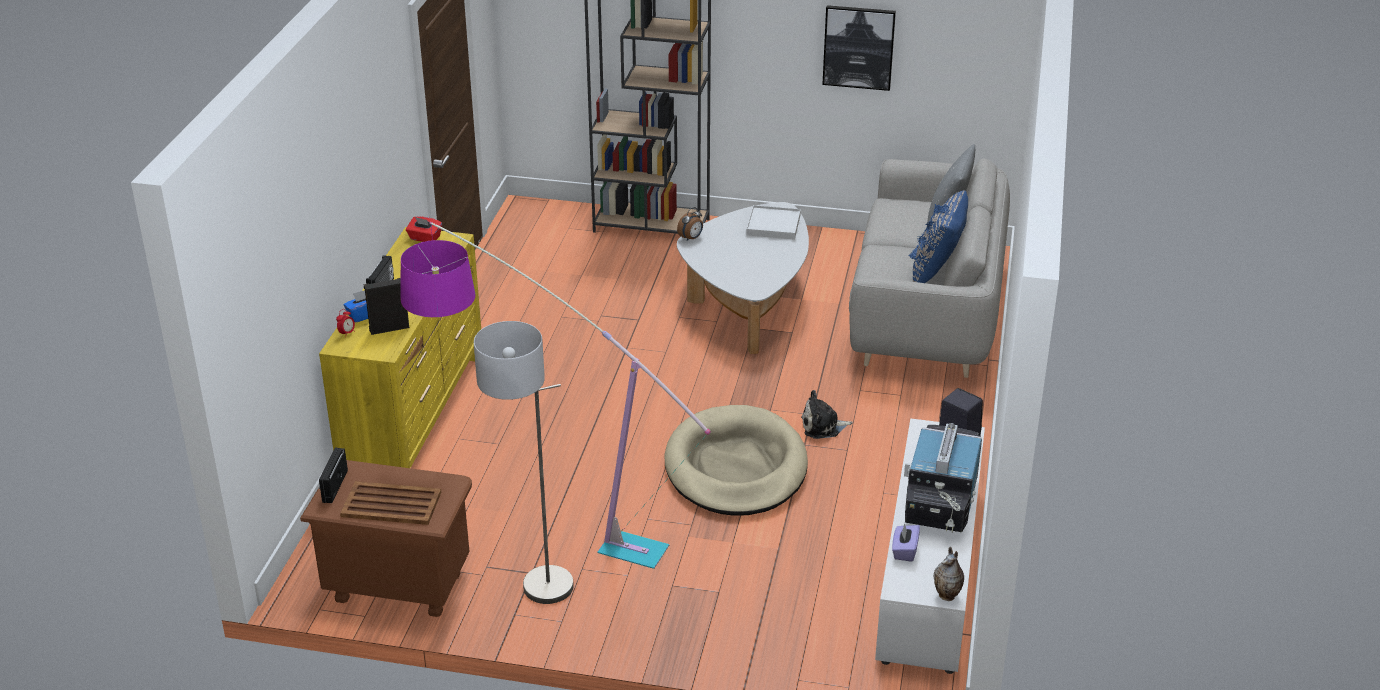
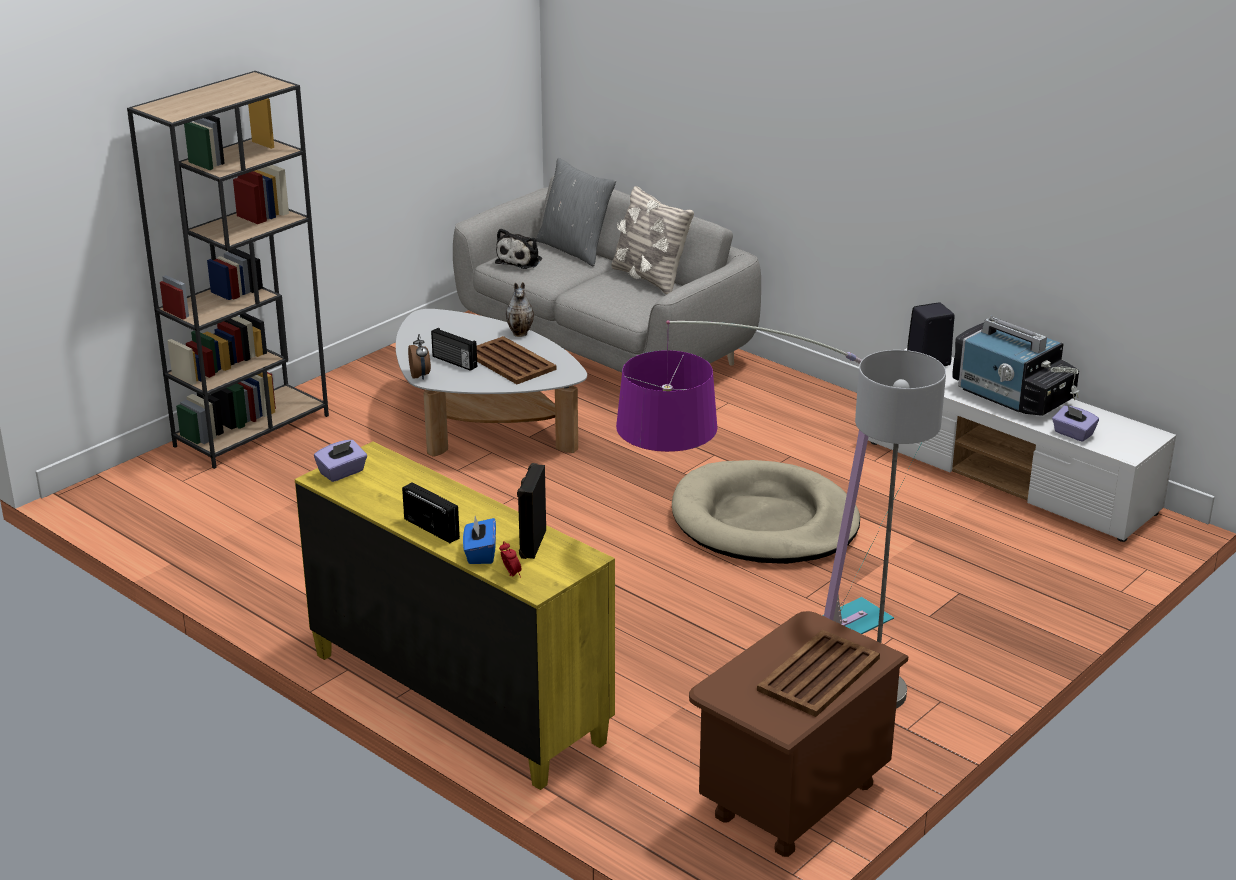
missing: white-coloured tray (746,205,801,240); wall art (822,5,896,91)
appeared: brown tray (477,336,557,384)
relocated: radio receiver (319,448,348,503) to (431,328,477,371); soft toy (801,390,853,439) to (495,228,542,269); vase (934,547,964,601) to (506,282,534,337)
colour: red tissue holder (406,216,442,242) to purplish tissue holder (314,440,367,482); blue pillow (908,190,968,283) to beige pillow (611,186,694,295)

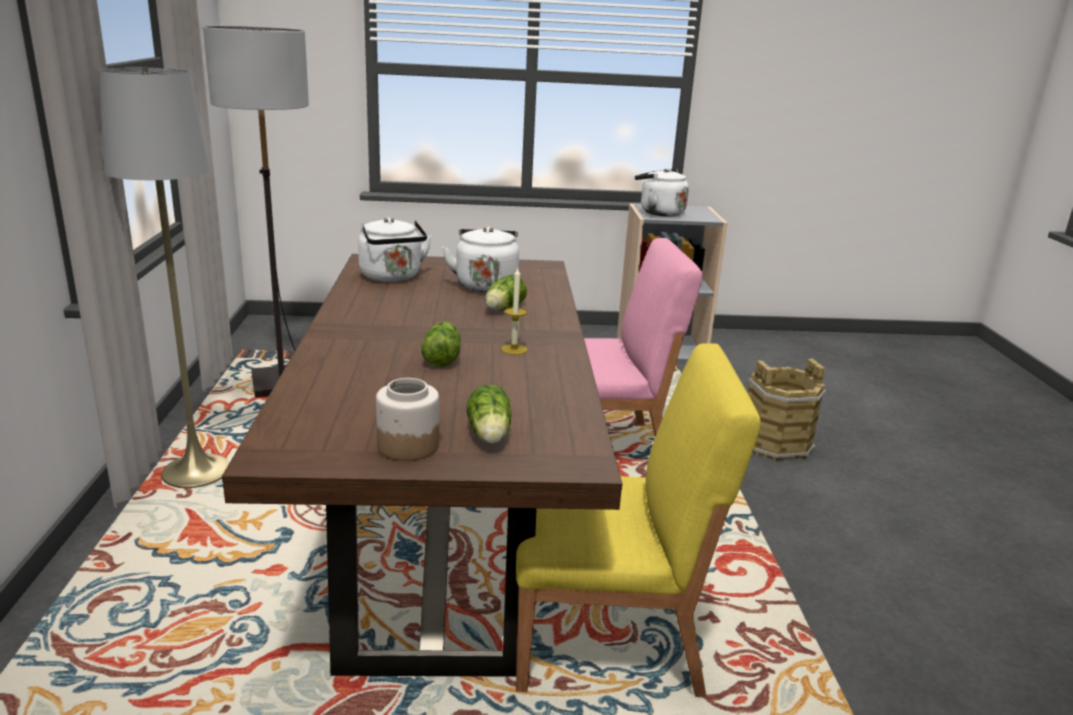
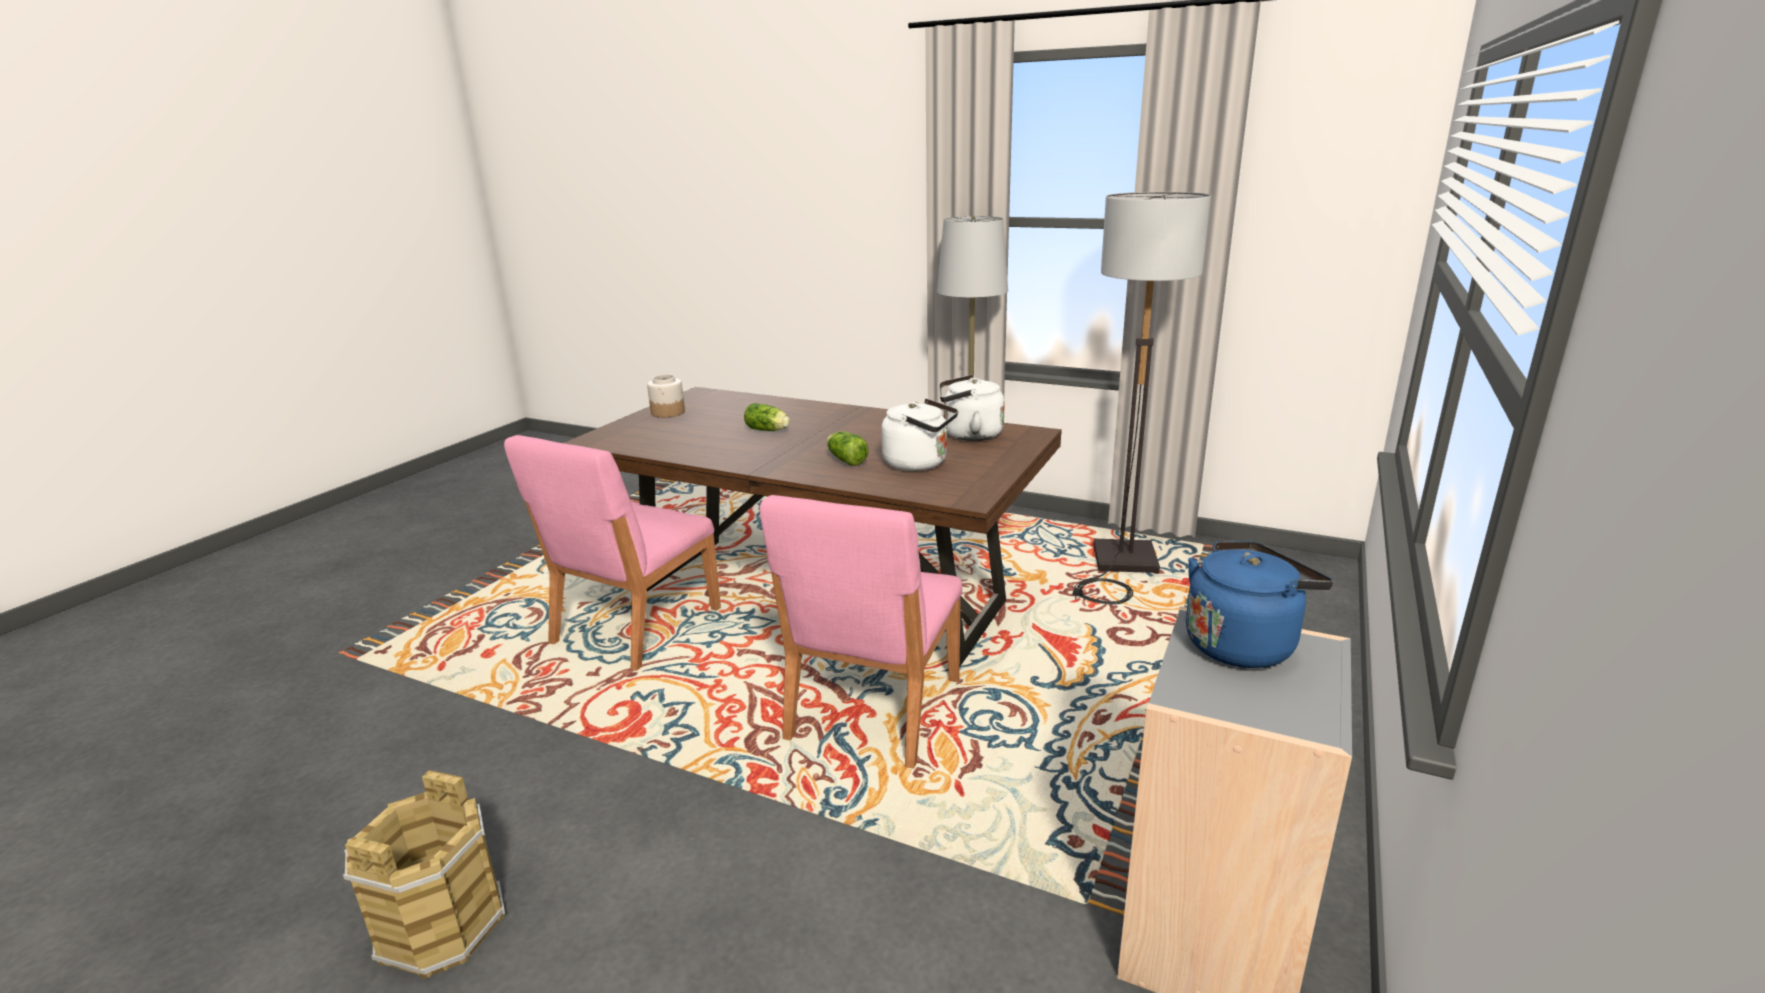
missing: head of lettuce (467,385,512,444); candle (501,268,527,355)
relocated: brown pail (748,359,826,461) to (343,770,505,979)
colour: yellow chair (516,343,761,697) to pinkish chair (504,435,721,671); white-coloured tea kettle (635,168,689,217) to blue tea kettle (1186,541,1333,668)

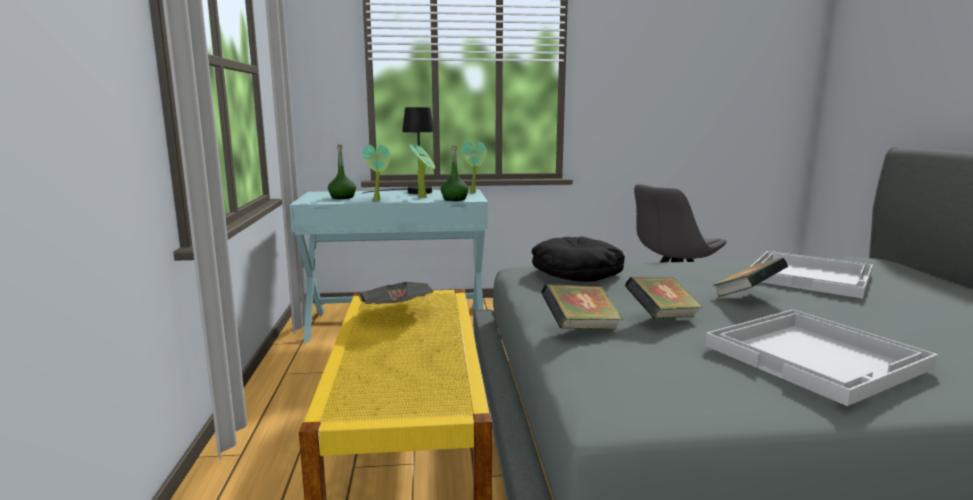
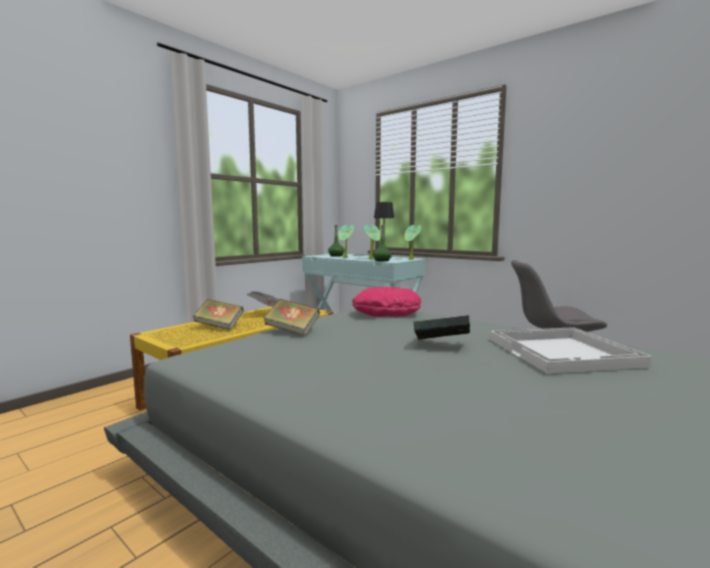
missing: white-coloured tray (705,310,938,406)
relocated: book (625,277,702,319) to (193,299,244,330)
colour: black-coloured pillow (532,236,625,282) to pinkish pillow (352,287,421,317)

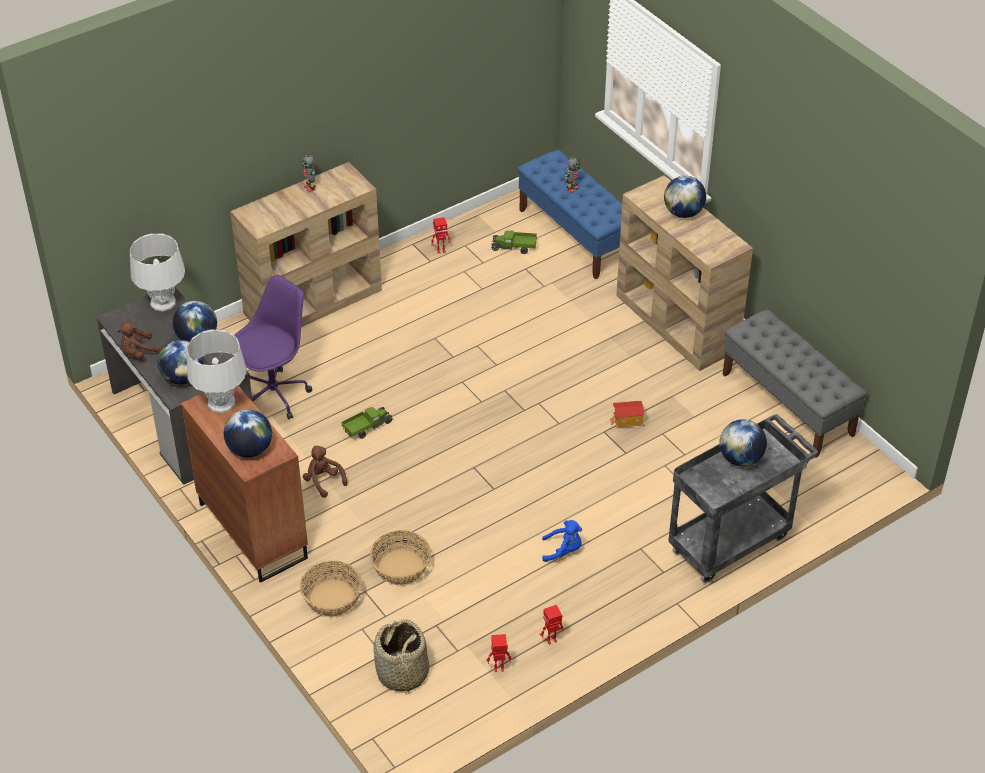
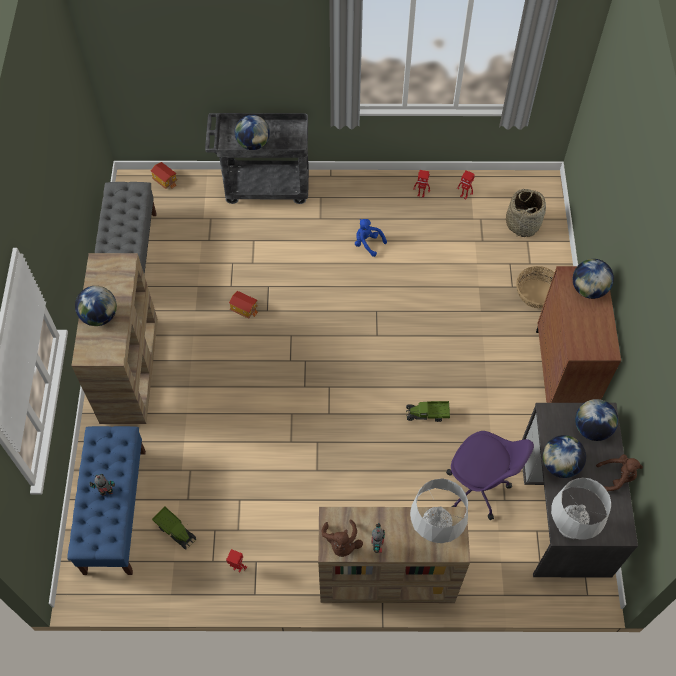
missing: storage basket (370,530,431,585)
appeared: toy house (150,162,178,189)
relocated: greyish lamp for a table (187,329,246,413) to (410,479,468,543); brown soft toy (303,445,347,498) to (322,519,363,557)
spun: purplish computer chair (234,275,312,419) = (446,431,534,520) 135 degrees counterclockwise

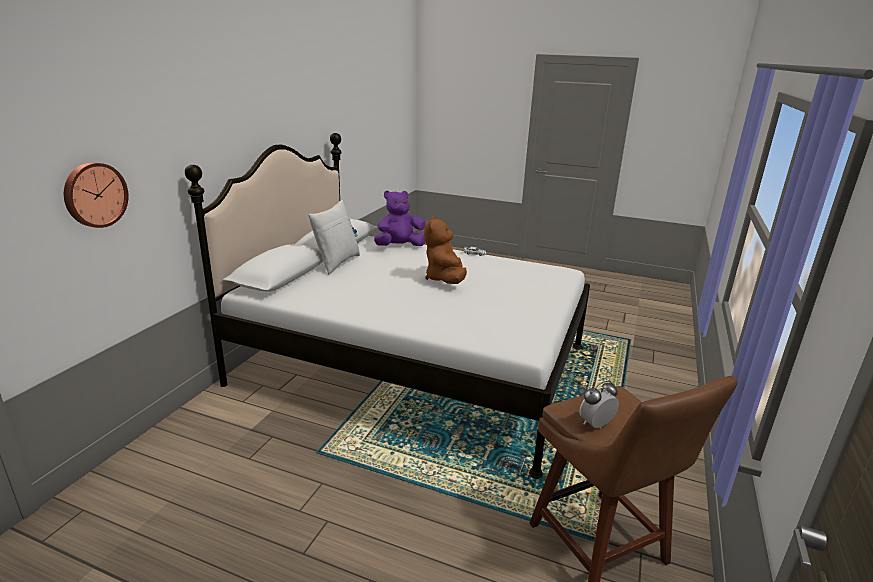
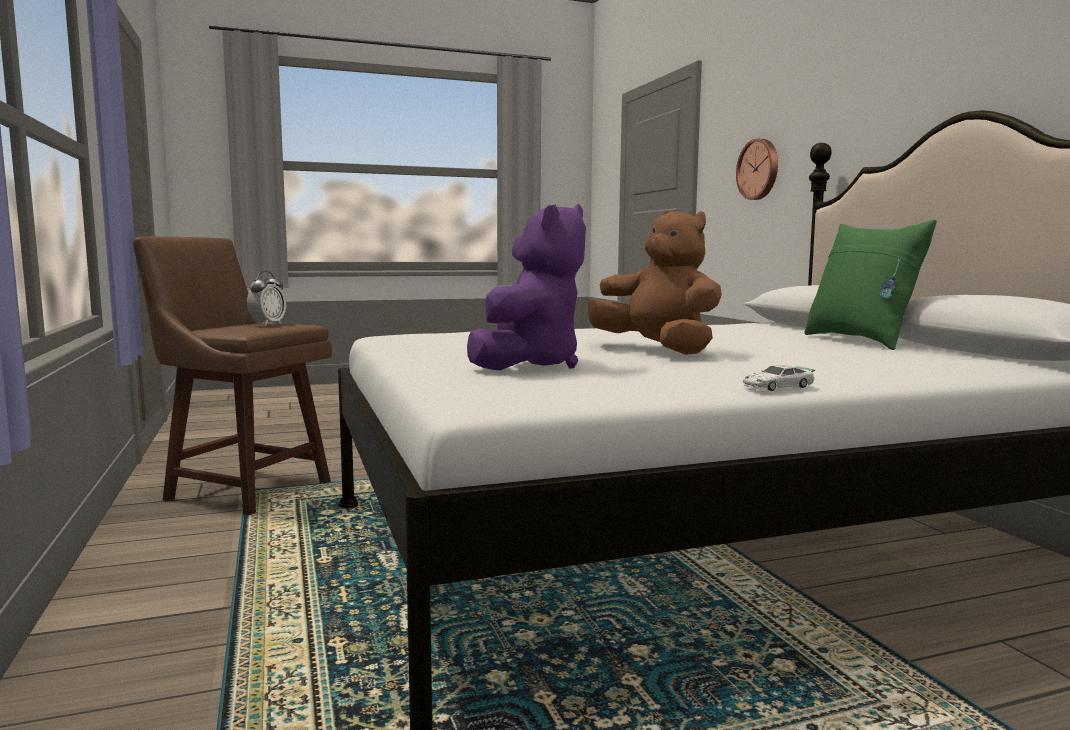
relocated: purplish soft toy (374,190,426,246) to (467,204,586,370)
colour: greyish pillow (308,200,360,274) to green pillow (804,220,937,350)

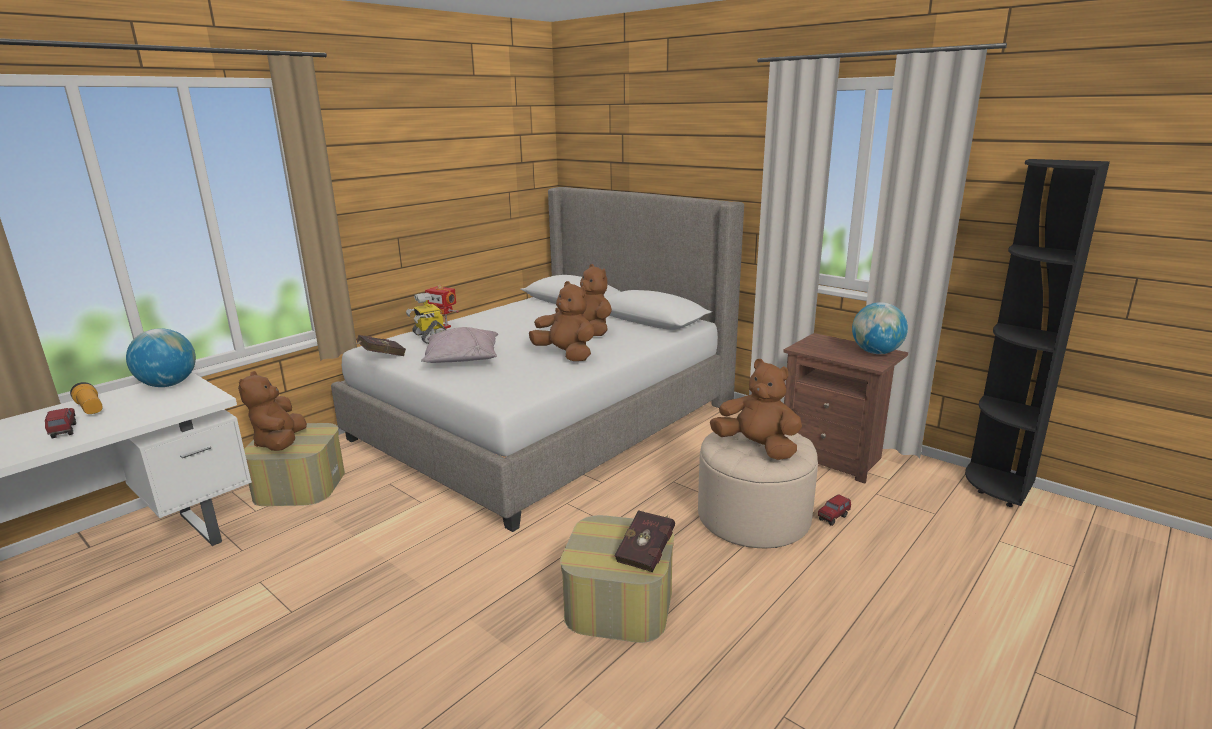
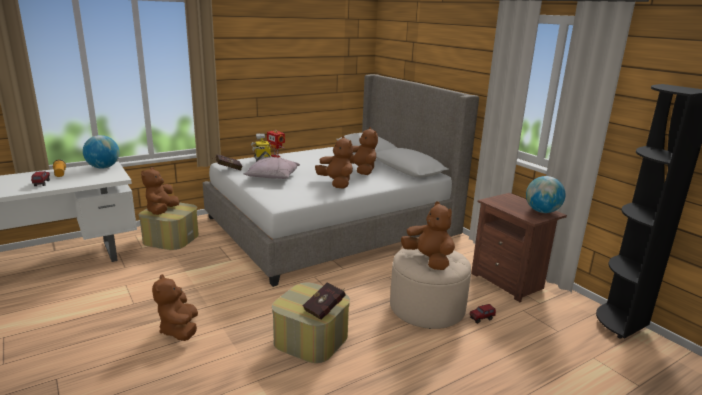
appeared: brown soft toy (152,274,198,341)

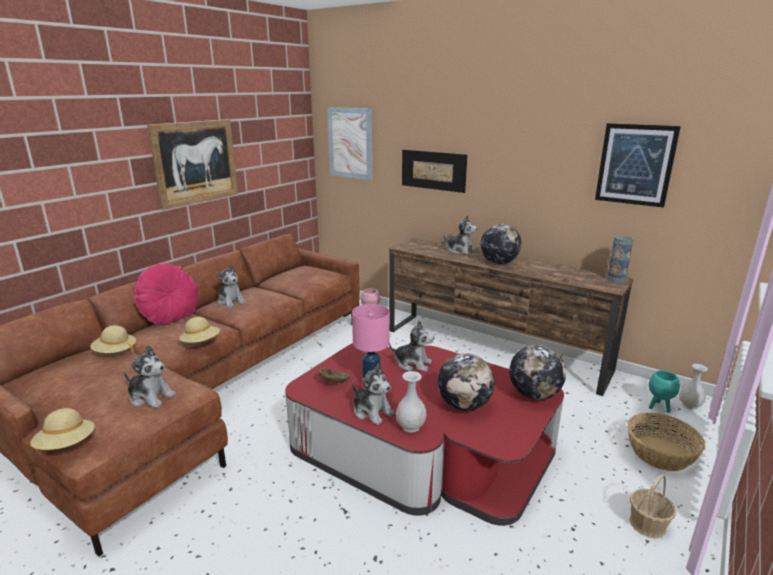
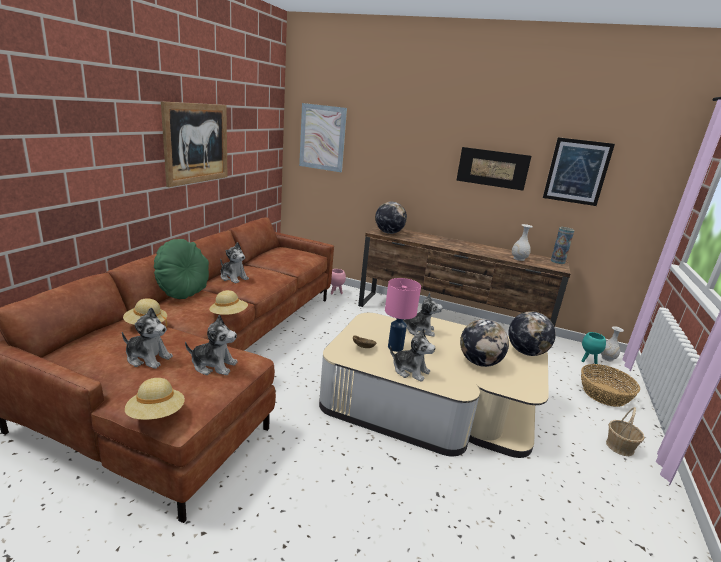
relocated: white-coloured vase (396,371,426,433) to (512,224,533,261); wall art (402,150,467,193) to (456,147,531,191); soft toy (444,216,477,255) to (122,308,173,369); globe (480,224,521,264) to (375,202,407,234)
colour: pinkish pillow (134,263,199,325) to green pillow (154,239,209,299); red coffee table (285,343,564,526) to beige coffee table (319,313,549,458)

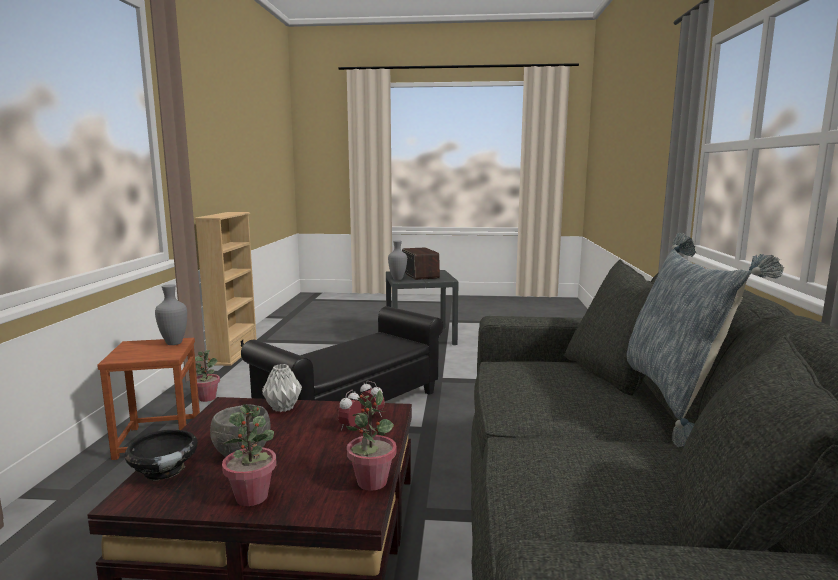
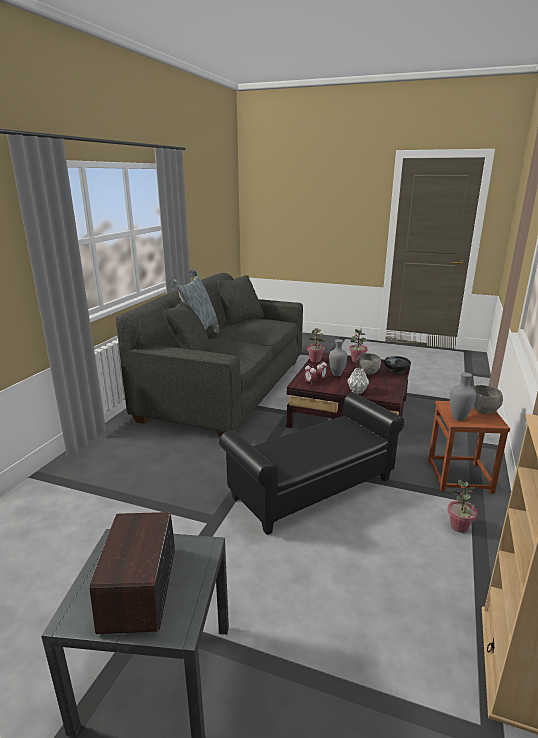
appeared: greyish bowl (472,385,503,414)
relocated: greyish vase (388,240,407,280) to (329,339,347,376)

